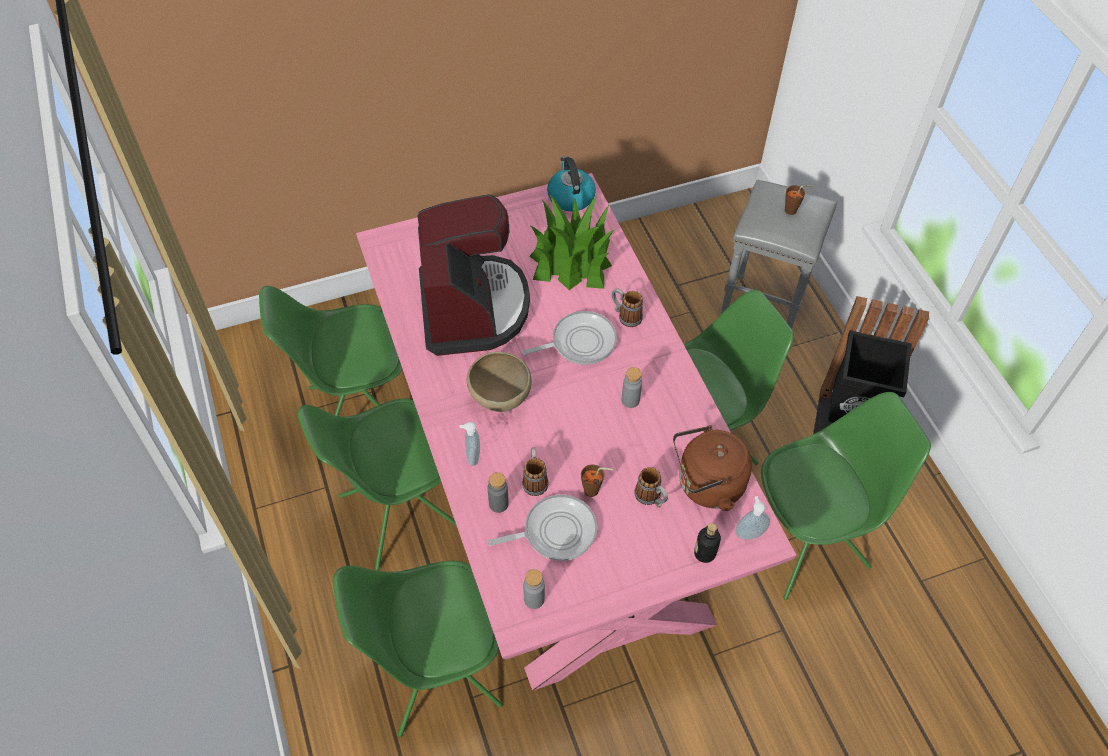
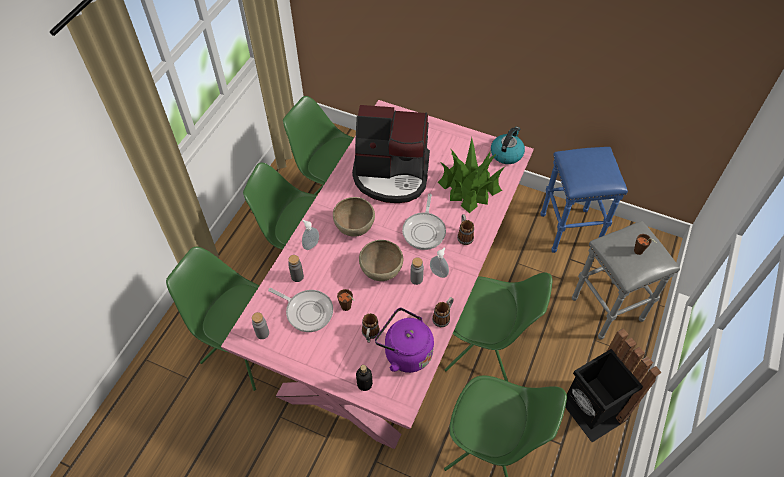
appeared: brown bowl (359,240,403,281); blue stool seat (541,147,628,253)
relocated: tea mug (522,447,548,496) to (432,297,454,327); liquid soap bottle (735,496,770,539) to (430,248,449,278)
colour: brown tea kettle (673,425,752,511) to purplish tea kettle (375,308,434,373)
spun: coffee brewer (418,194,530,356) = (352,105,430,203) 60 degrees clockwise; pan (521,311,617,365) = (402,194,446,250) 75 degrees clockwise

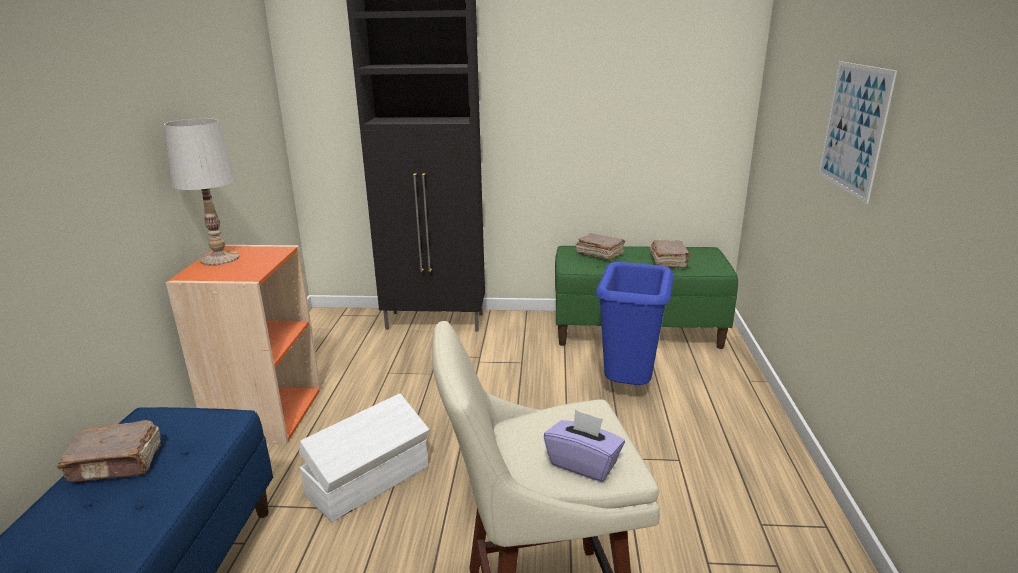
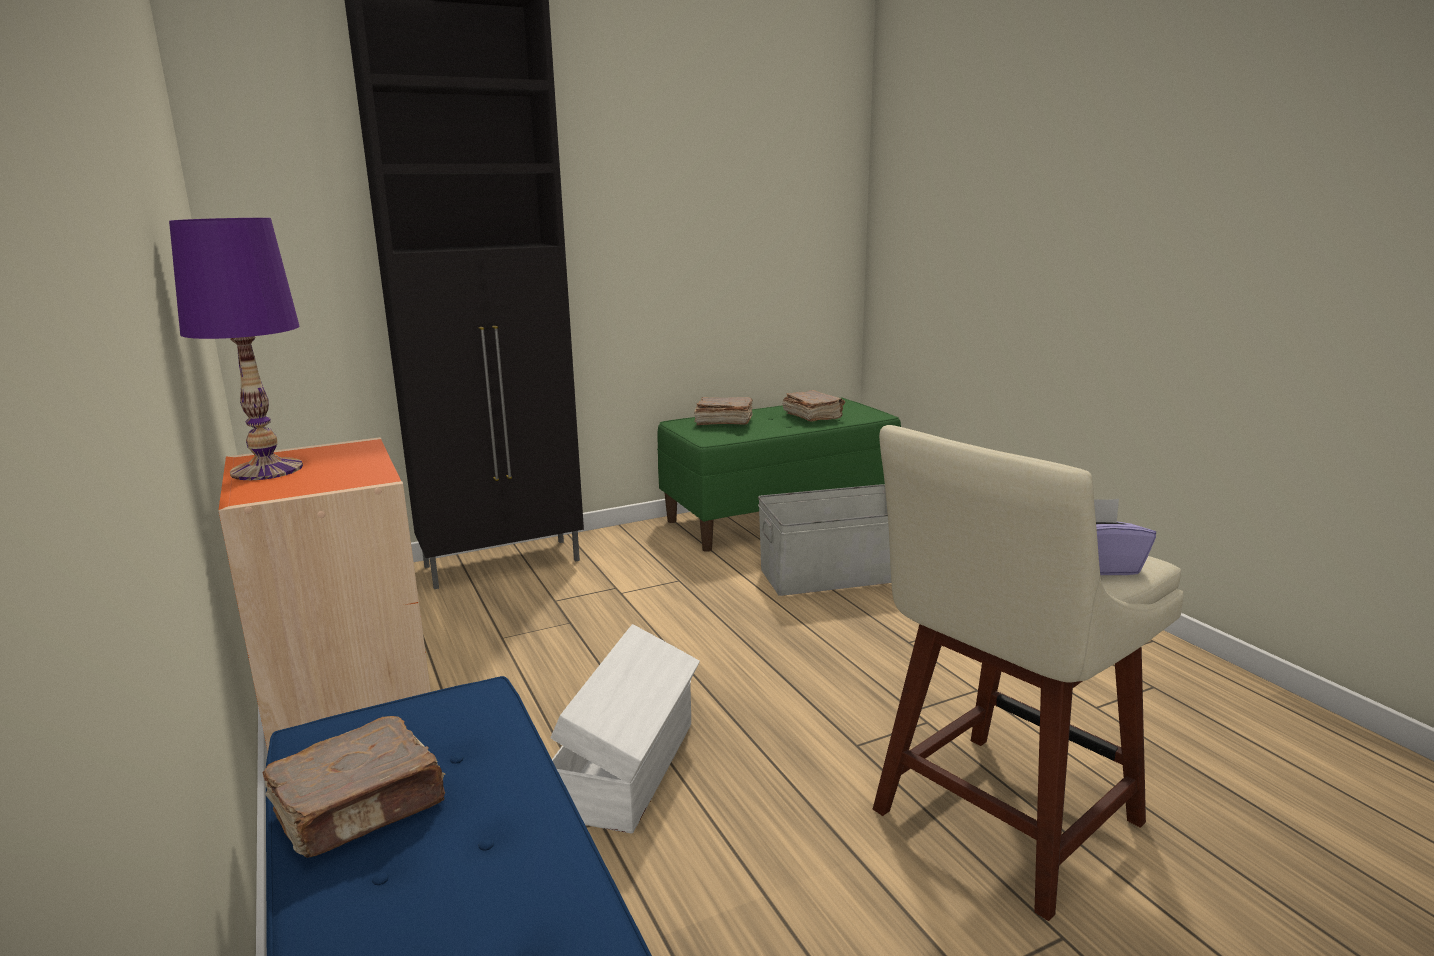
missing: wall art (818,61,897,204)
exchanged: blue trash can (596,262,674,385) to greyish storage bin (758,484,891,596)
colour: white-coloured lamp for a table (164,118,240,265) to purplish lamp for a table (169,218,303,480)

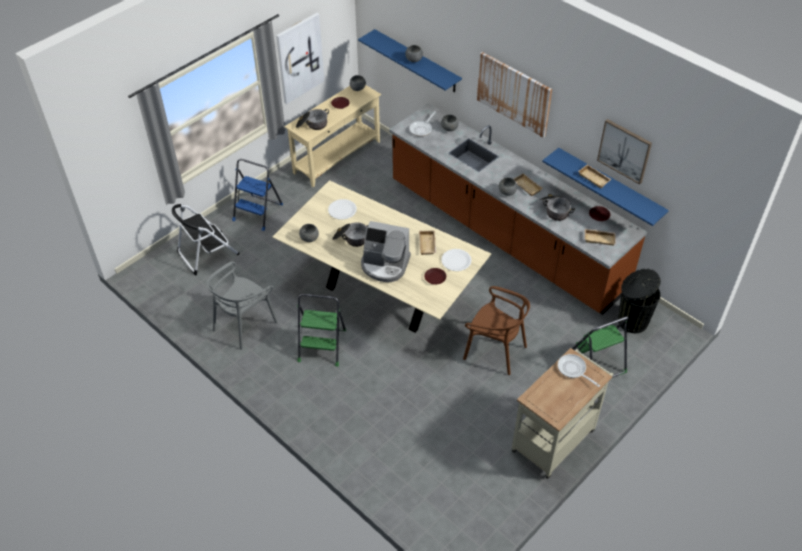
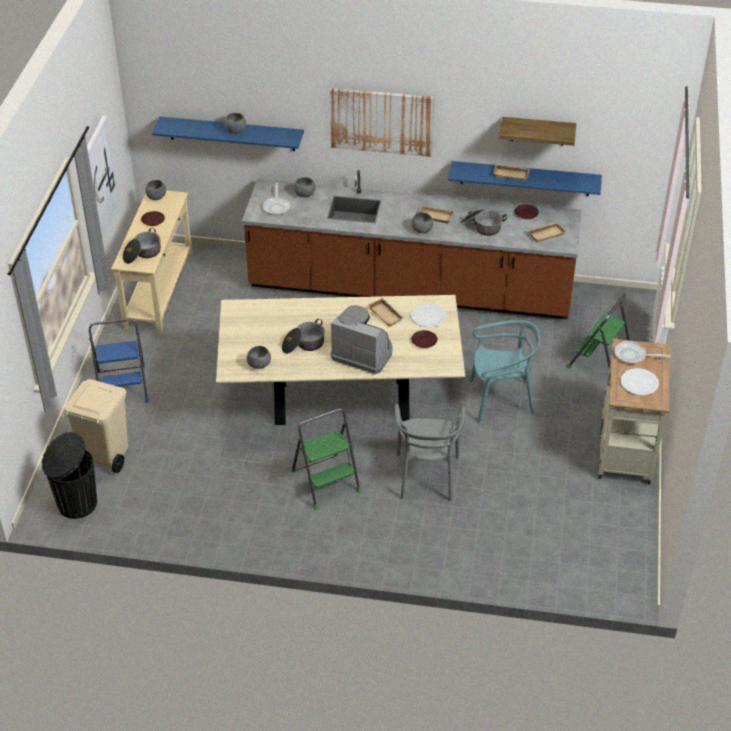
relocated: greyish chair (206,261,278,350) to (395,404,465,501); white-coloured flat dish (328,199,357,220) to (621,368,659,395); black-coloured trash can (618,269,661,333) to (42,432,97,519)
exchanged: stepladder (172,204,240,276) to beige trash can (64,379,128,473); wall art (597,119,652,185) to wall shelf (499,117,576,146)
colour: brown chair (463,286,530,375) to blue-green chair (469,320,540,422)
spun: coffee brewer (361,221,411,282) = (330,305,393,374) 135 degrees counterclockwise

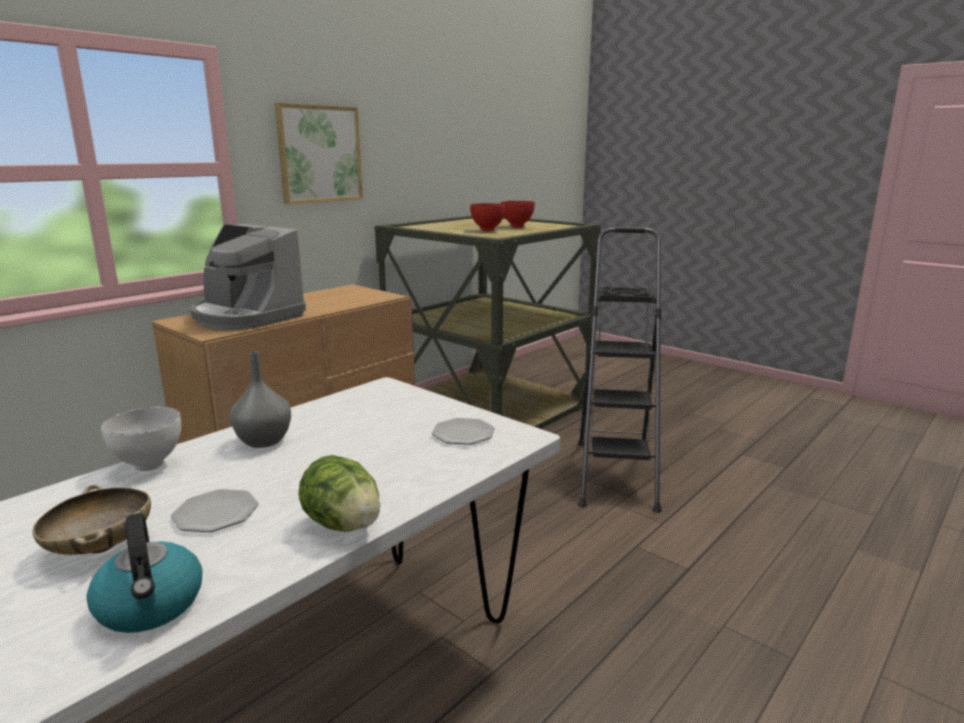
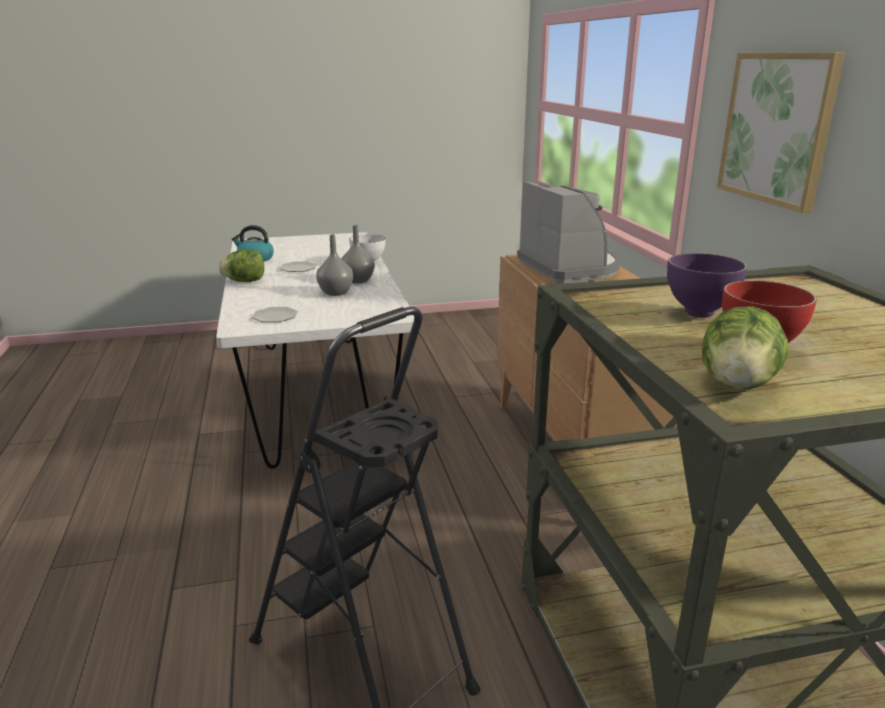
missing: beige bowl (33,485,151,555)
appeared: greyish vase (316,234,353,296); head of lettuce (702,306,788,390)
colour: red bowl (470,203,506,231) to purplish bowl (667,253,747,318)
spun: coffee brewer (190,224,306,330) = (517,181,620,284) 90 degrees clockwise

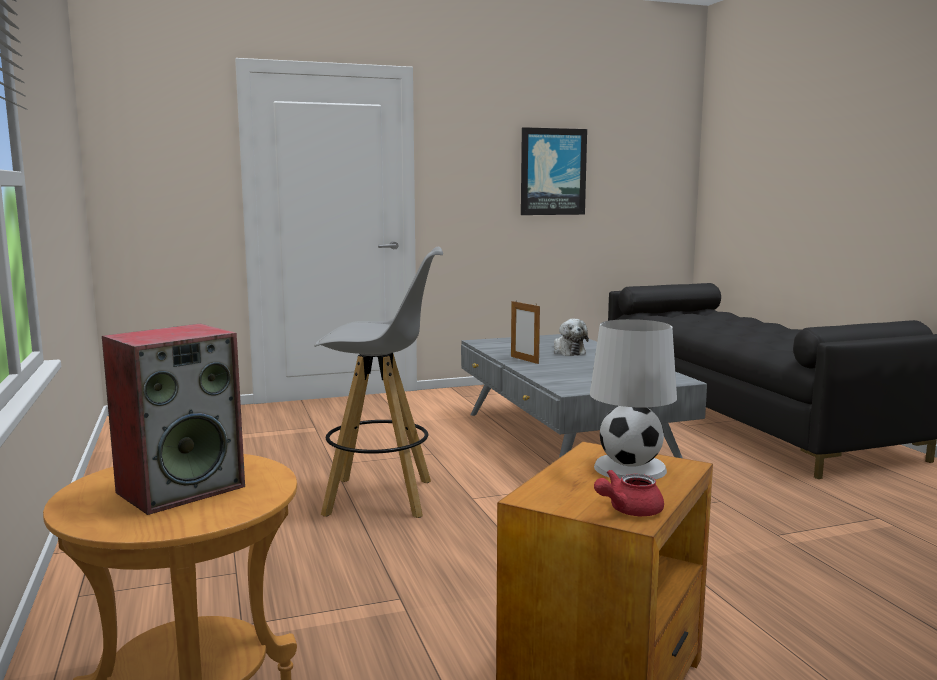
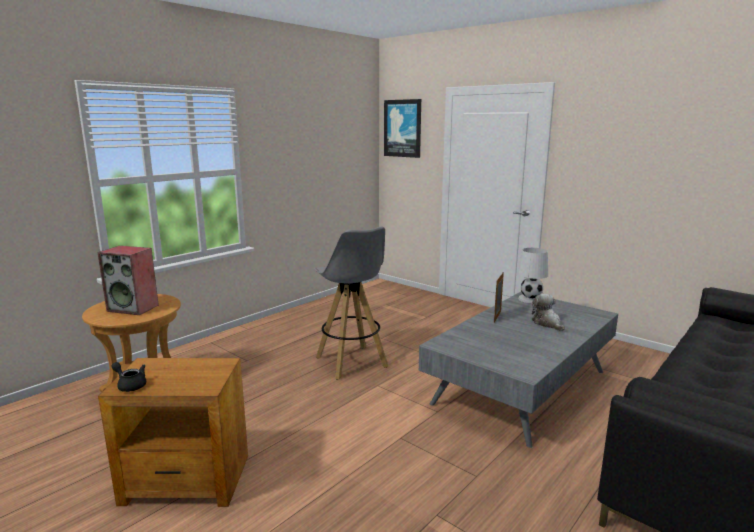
relocated: wall art (521,127,587,215) to (384,99,421,158); white-coloured lamp for a table (590,319,677,480) to (518,248,548,304)
colour: red tea pot (594,470,664,516) to black-coloured tea pot (111,362,146,392)
spun: soft toy (554,319,589,356) = (532,294,565,331) 120 degrees clockwise

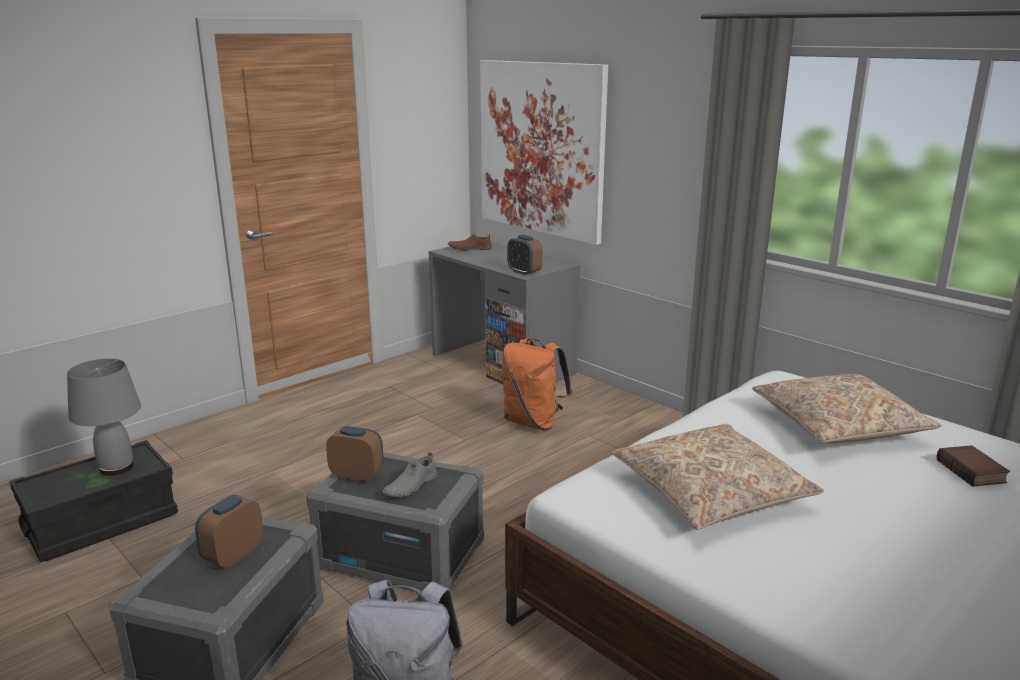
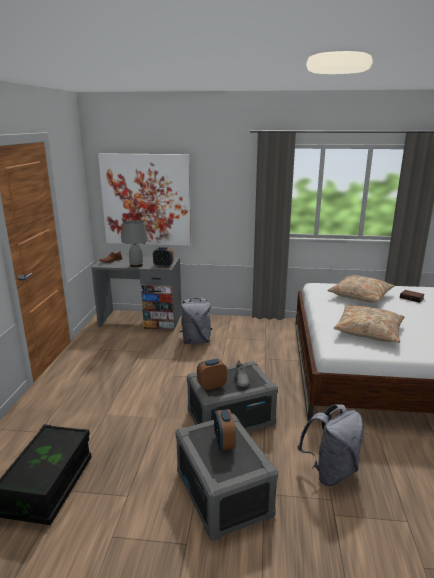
relocated: greyish lamp for a table (67,358,141,476) to (121,220,148,267)
colour: orangey backpack (502,338,573,430) to greyish backpack (180,298,212,344)

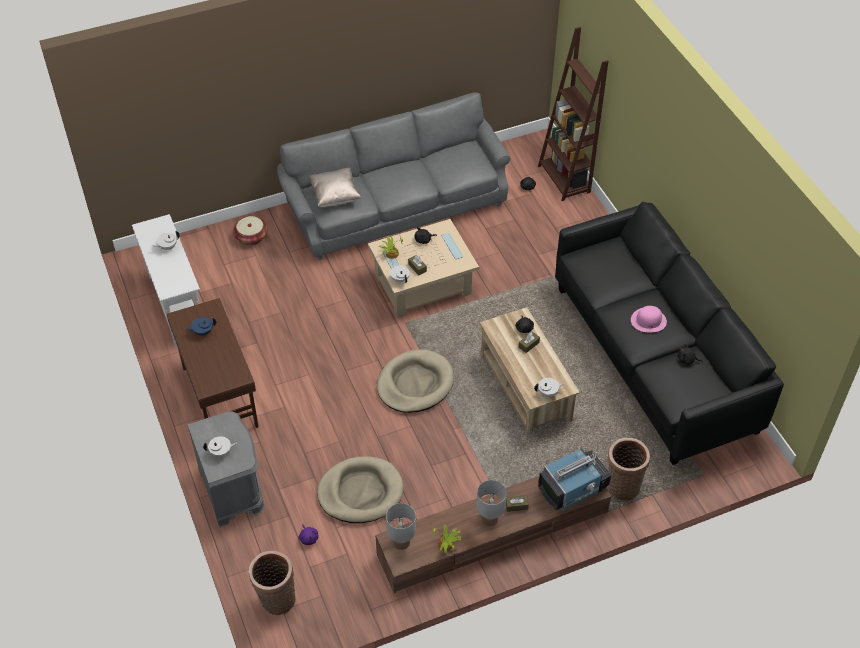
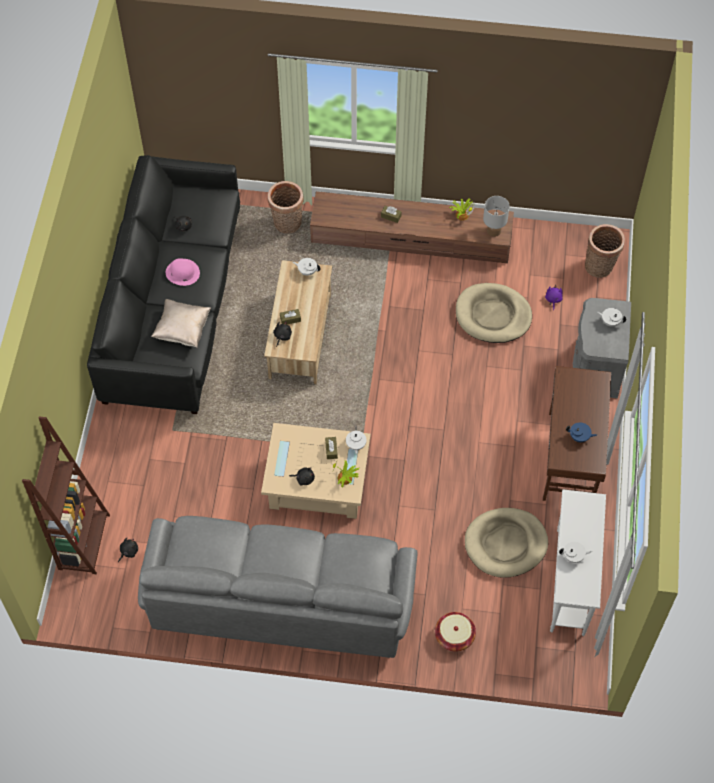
missing: greyish lamp for a table (476,480,507,526); TV (538,448,611,511)
relocated: beige pillow (308,168,361,207) to (151,299,211,348); beige dog bed (377,349,454,413) to (465,508,548,578)

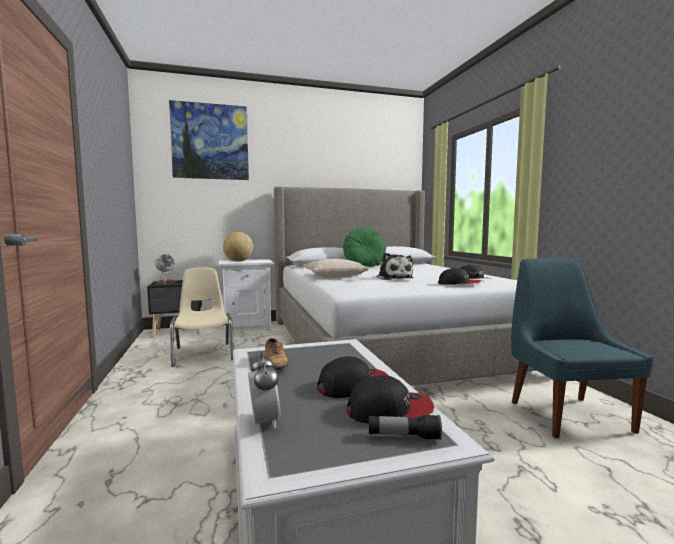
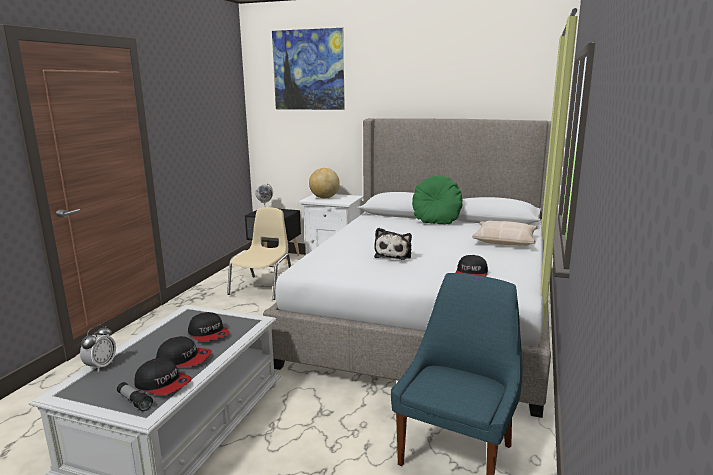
missing: item of footwear (265,338,288,371)
relocated: beige pillow (303,259,369,278) to (472,221,538,246); cap (438,268,481,285) to (188,312,230,342)

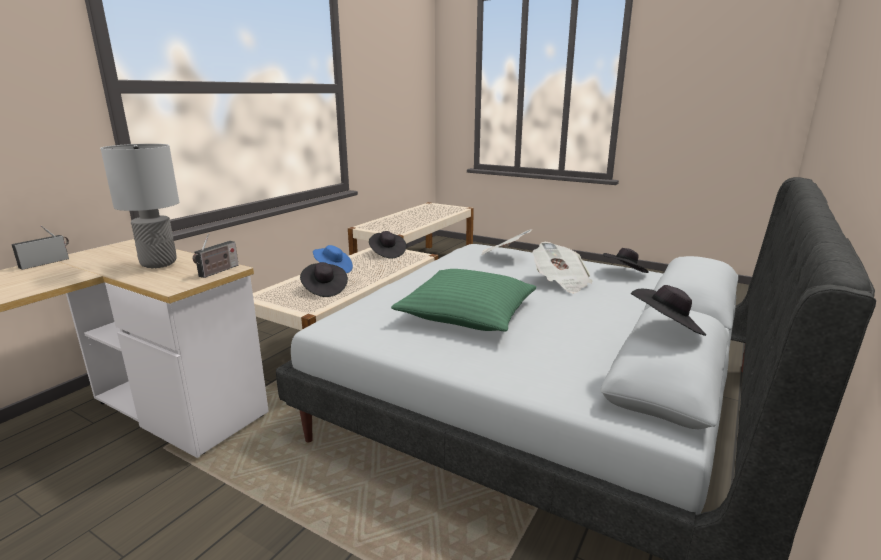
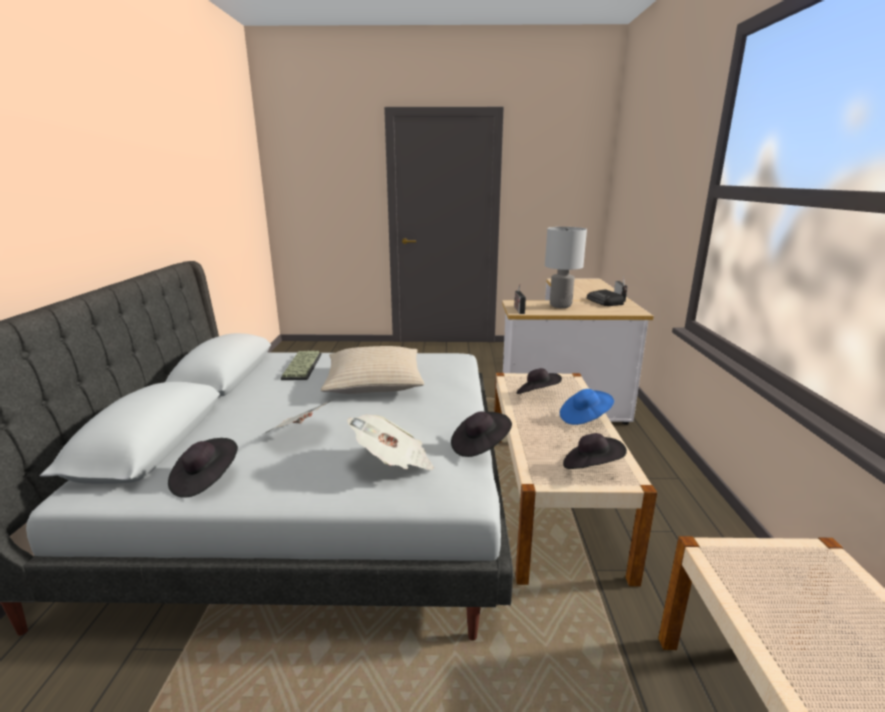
appeared: PC keyboard (281,351,322,380); radio receiver (587,289,624,306)
relocated: black-coloured clothing hat (631,285,706,336) to (451,411,512,457)
colour: green pillow (391,269,536,332) to beige pillow (321,346,424,394)

